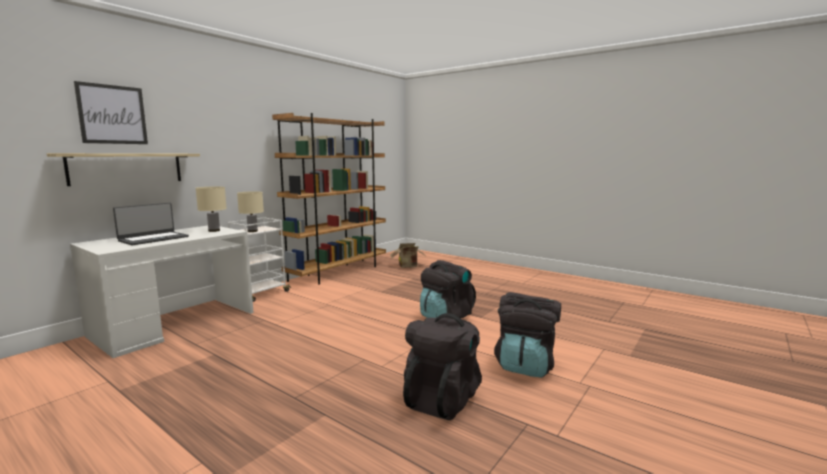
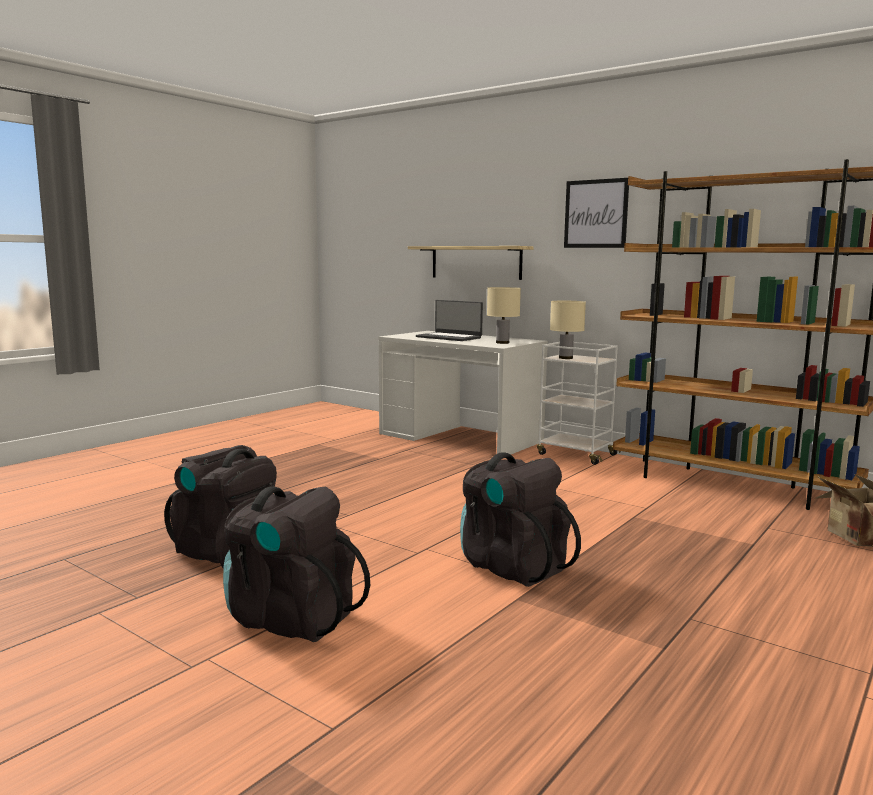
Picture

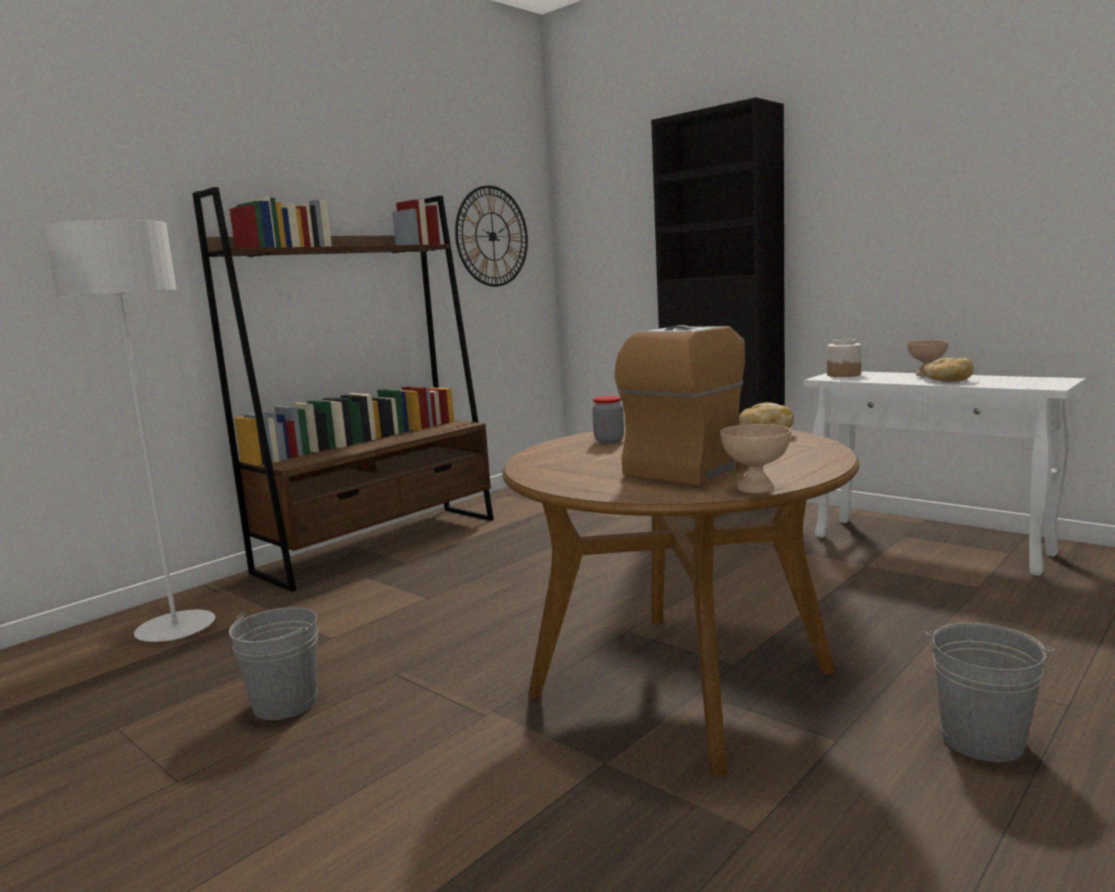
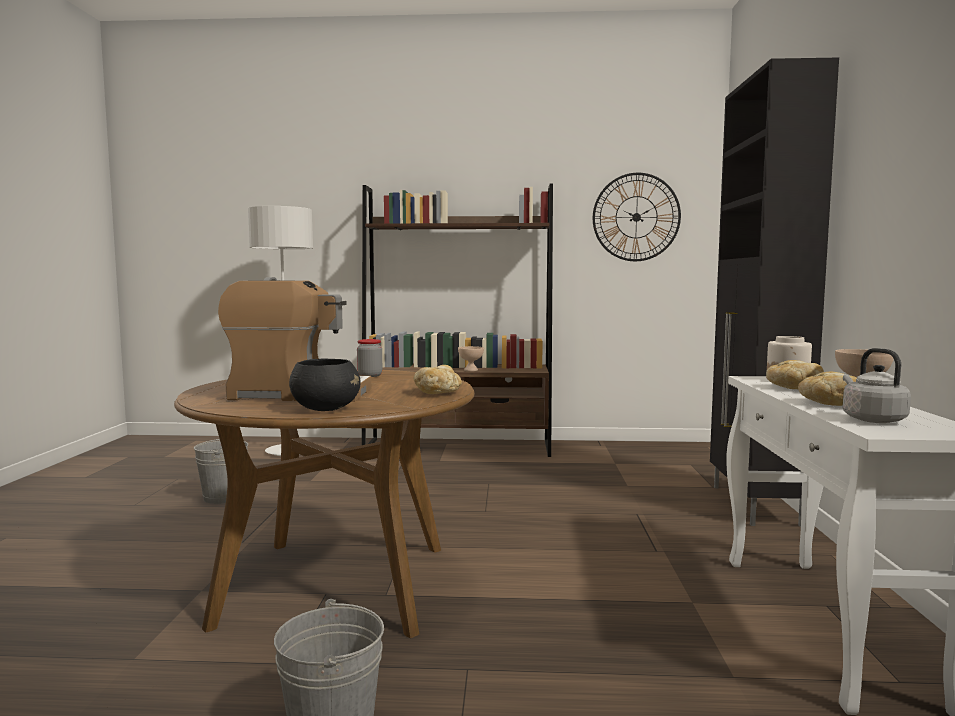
BeigeBowl (no. 1 from left)
GreyKettle
BlackBowl
Bread (no. 2 from left)

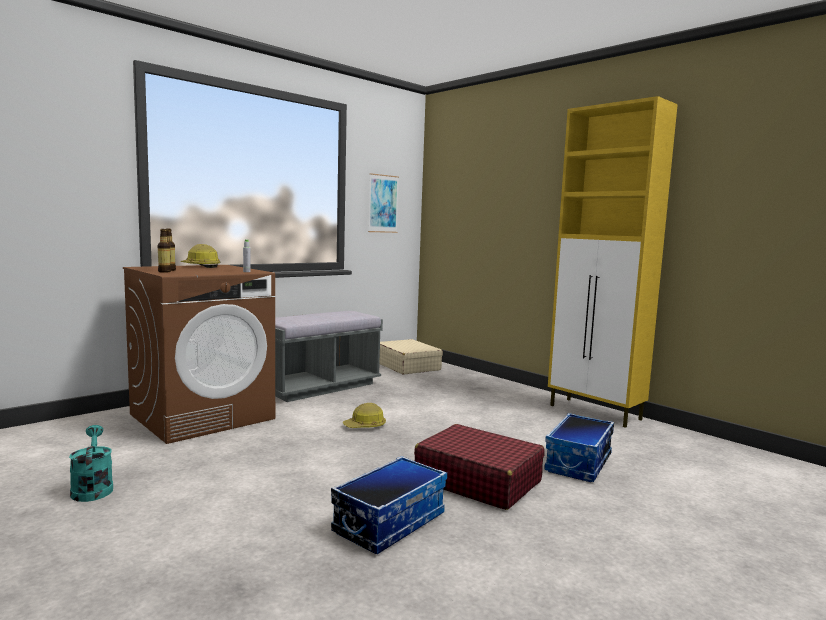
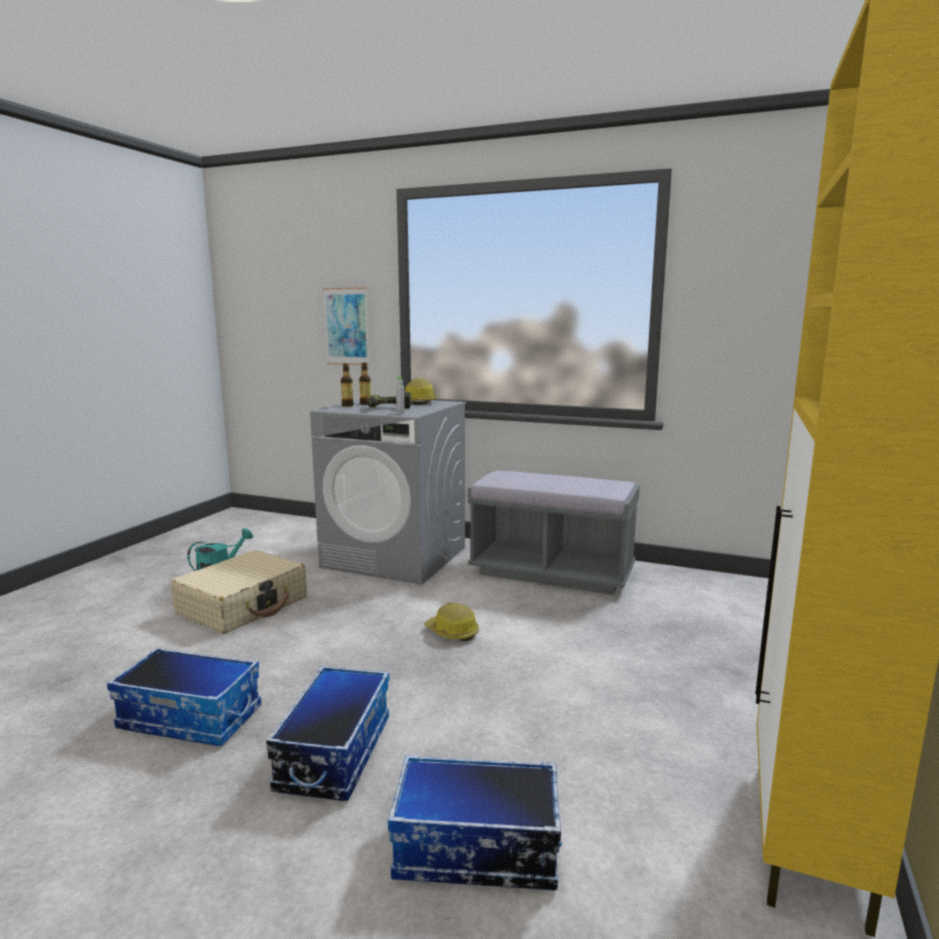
Picture
GreyWashingMachine
BeigeSuitcase
StorageBox (no. 2 from left)
PowerDrill

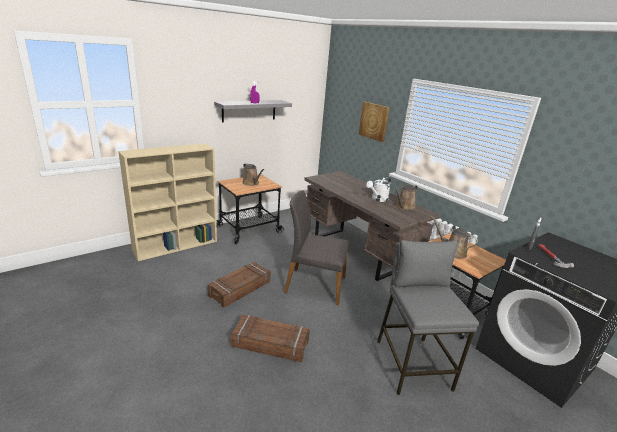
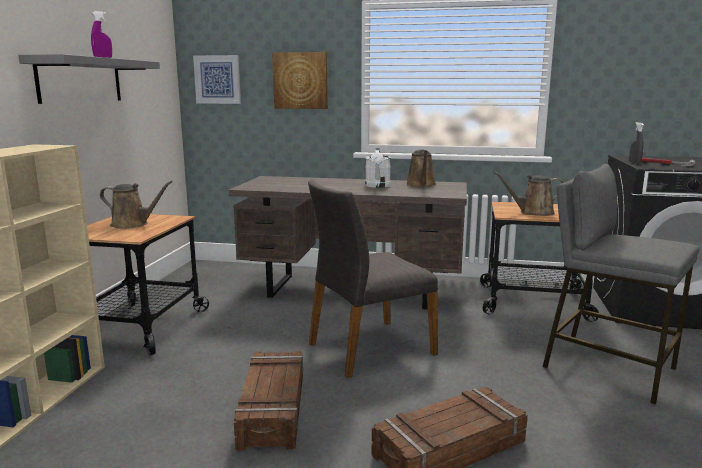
Picture (no. 1 from left)

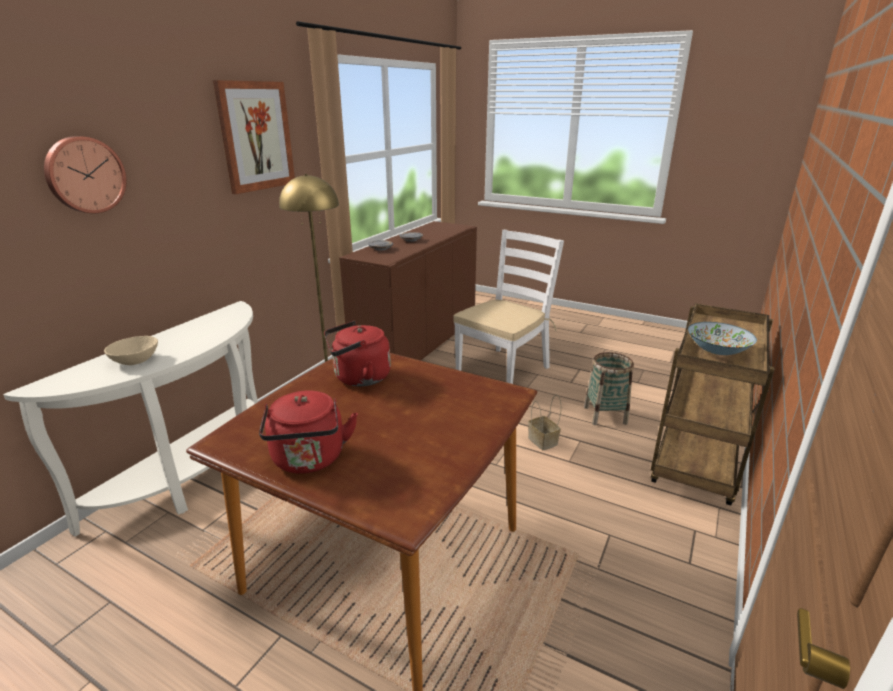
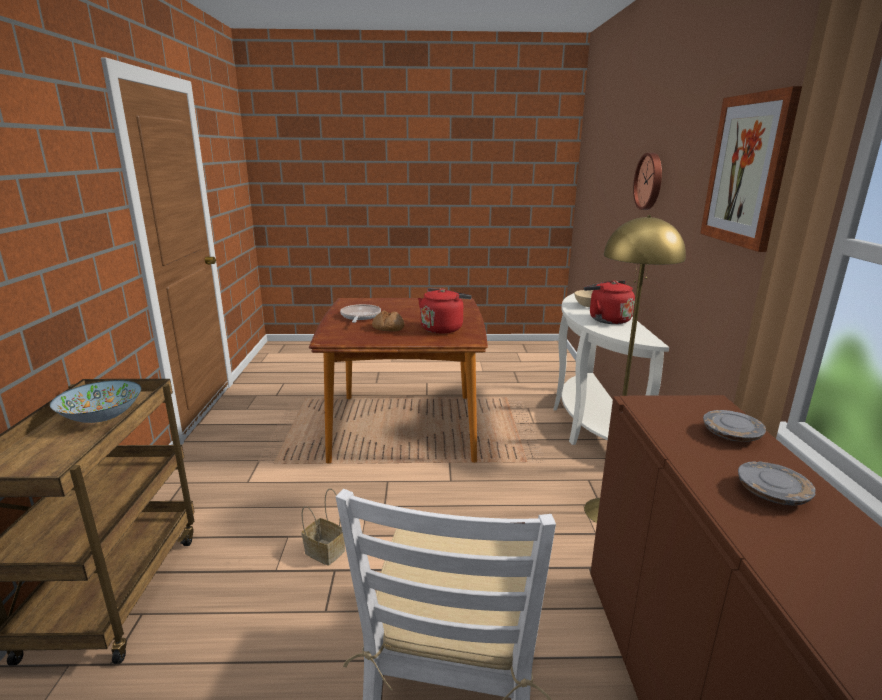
Basket (no. 2 from left in the first image)
RedKettle (no. 2 from left)
FryingPan
Bread

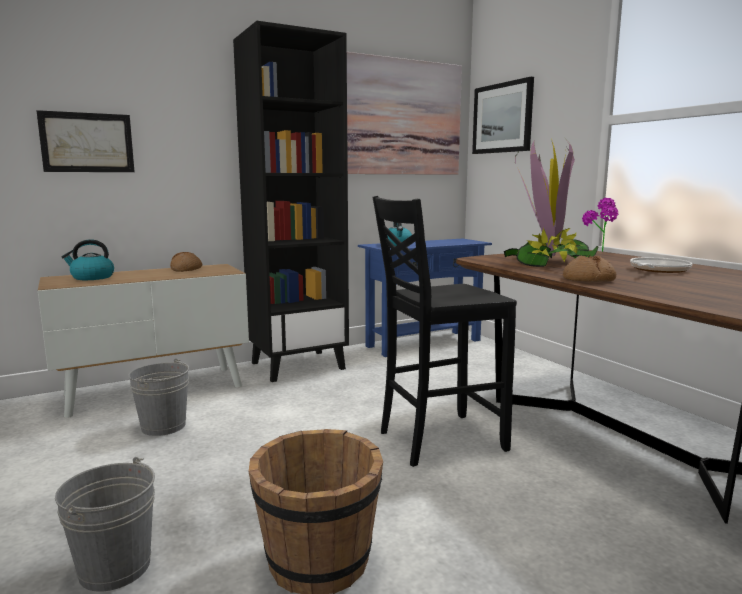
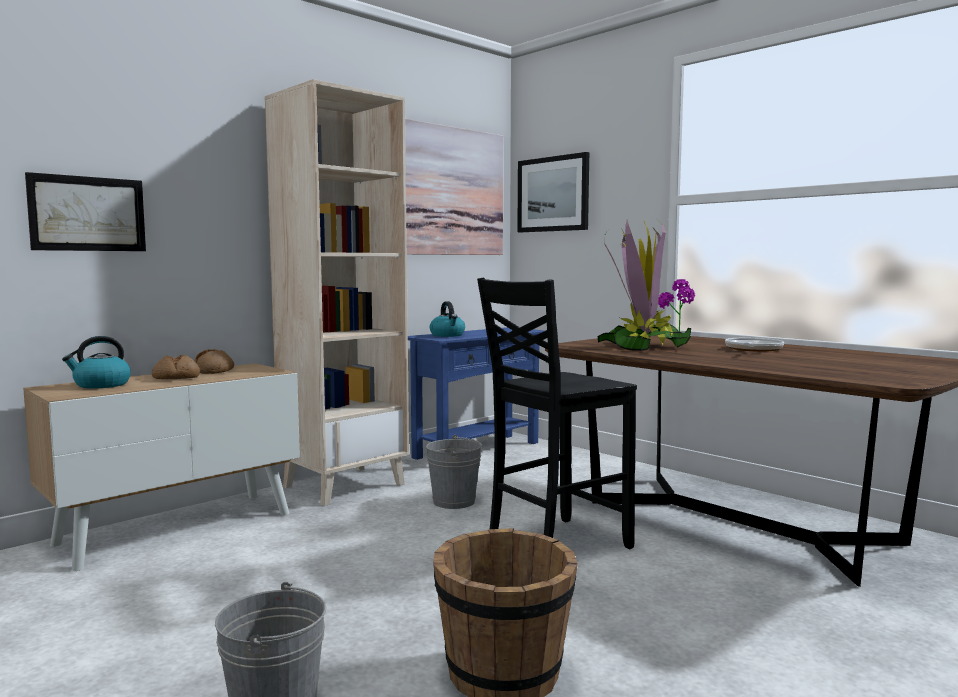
BeigeBookcase
Bread (no. 1 from left)
GreyBucket (no. 2 from left)

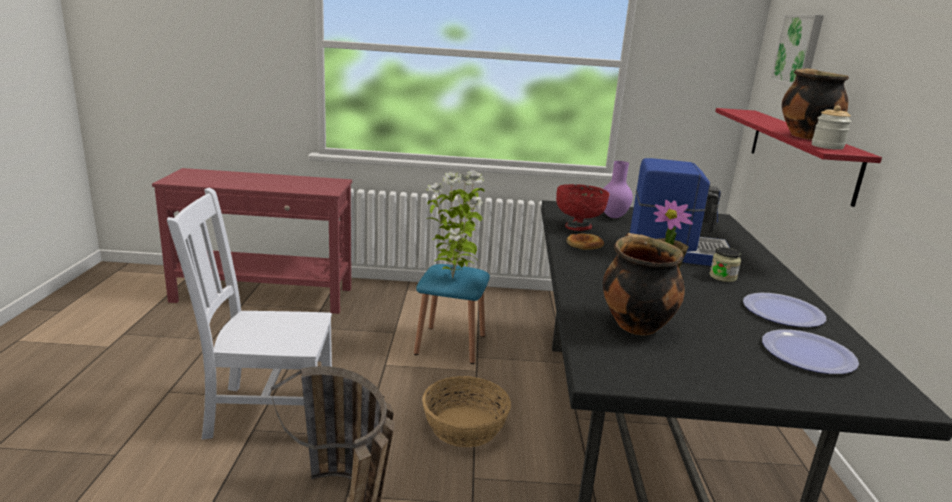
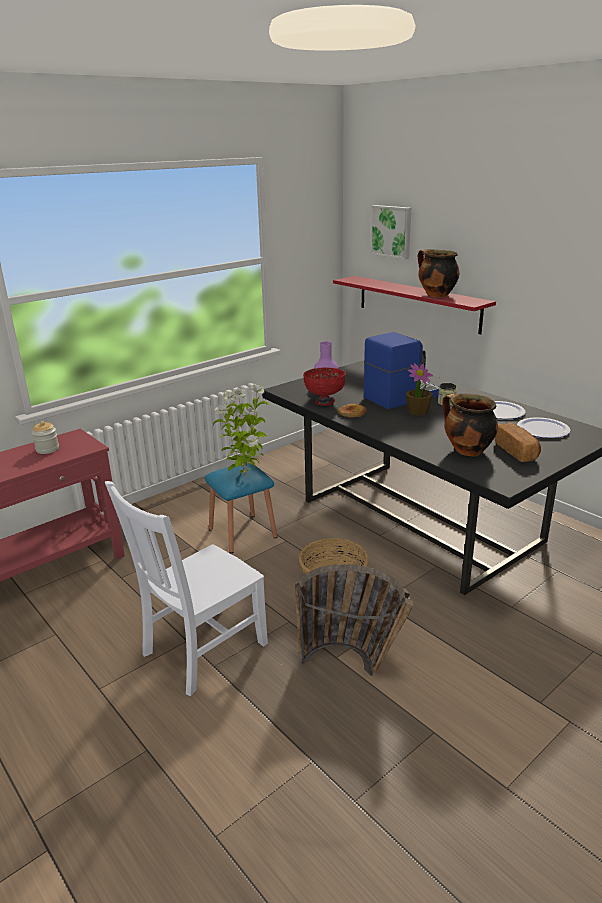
Jar (no. 1 from left)
Bread (no. 2 from left)

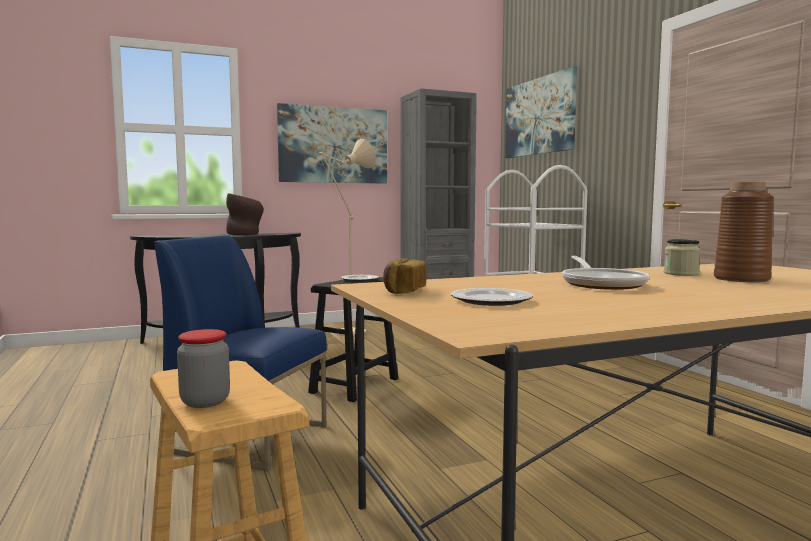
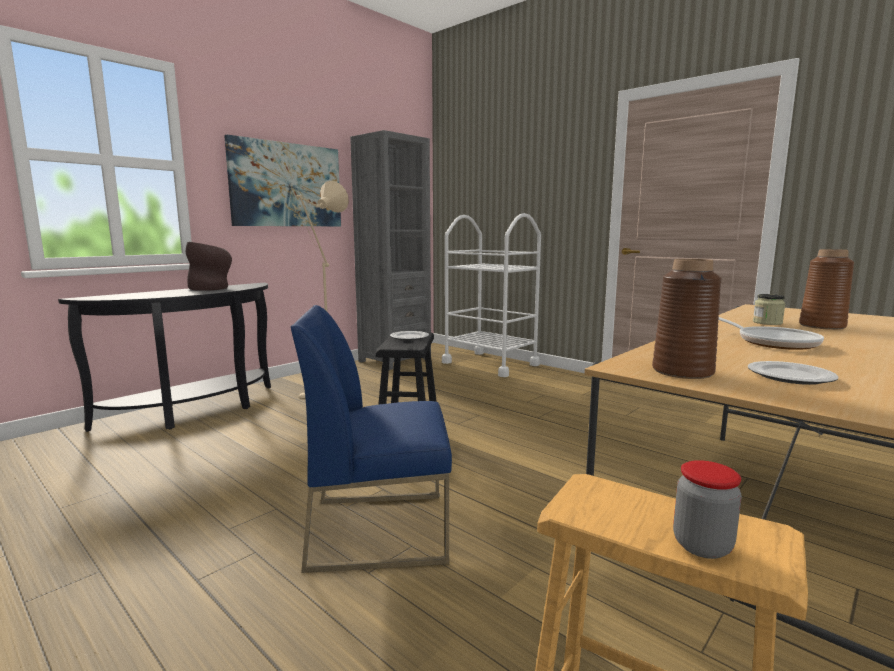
Picture (no. 2 from left in the first image)
BrownVase (no. 2 from left)

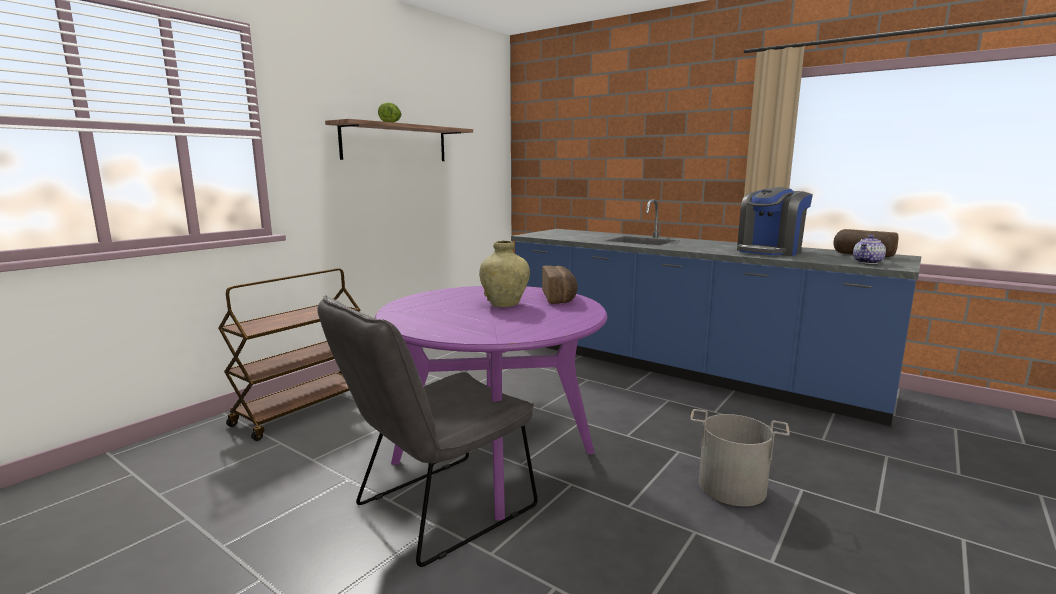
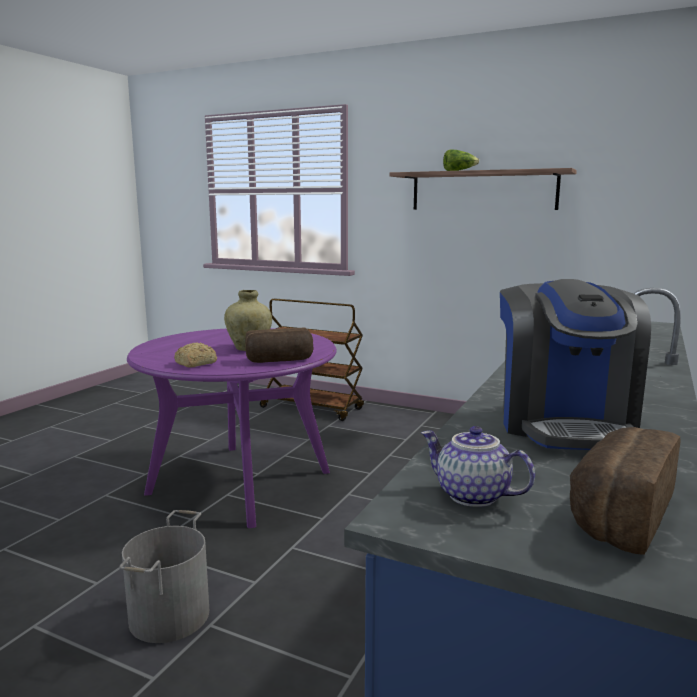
CoffeeMachine
GreyChair
Bread (no. 1 from left)

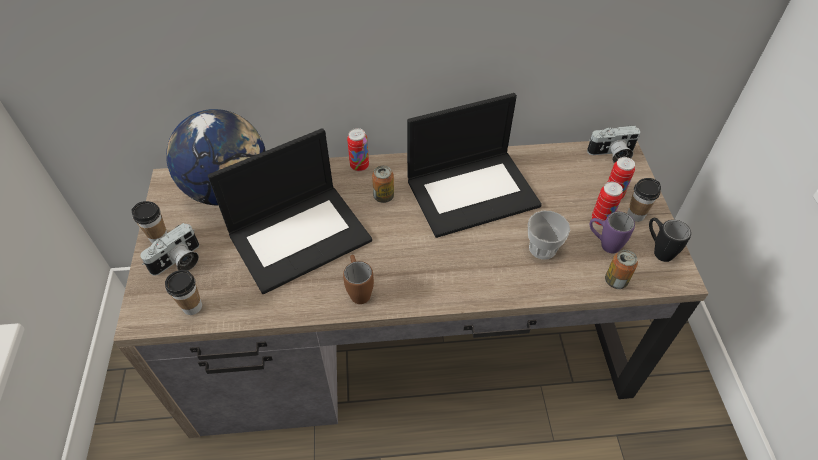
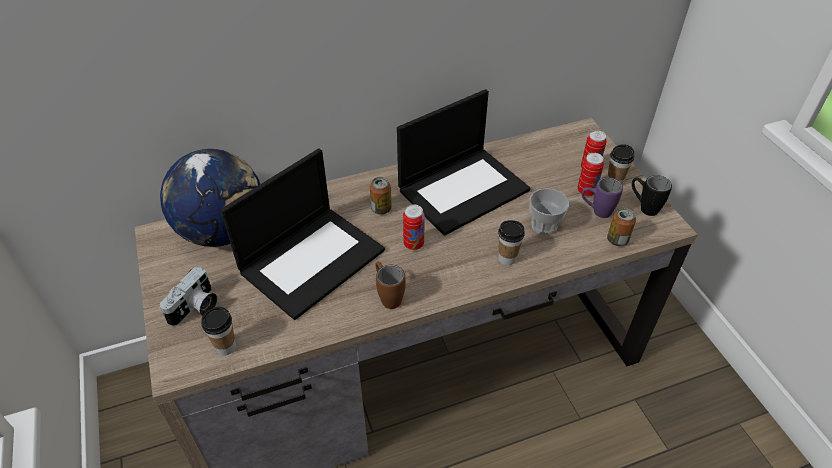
PhotoCamera (no. 2 from left in the first image)
Can (no. 2 from left)
Cup (no. 2 from left)

